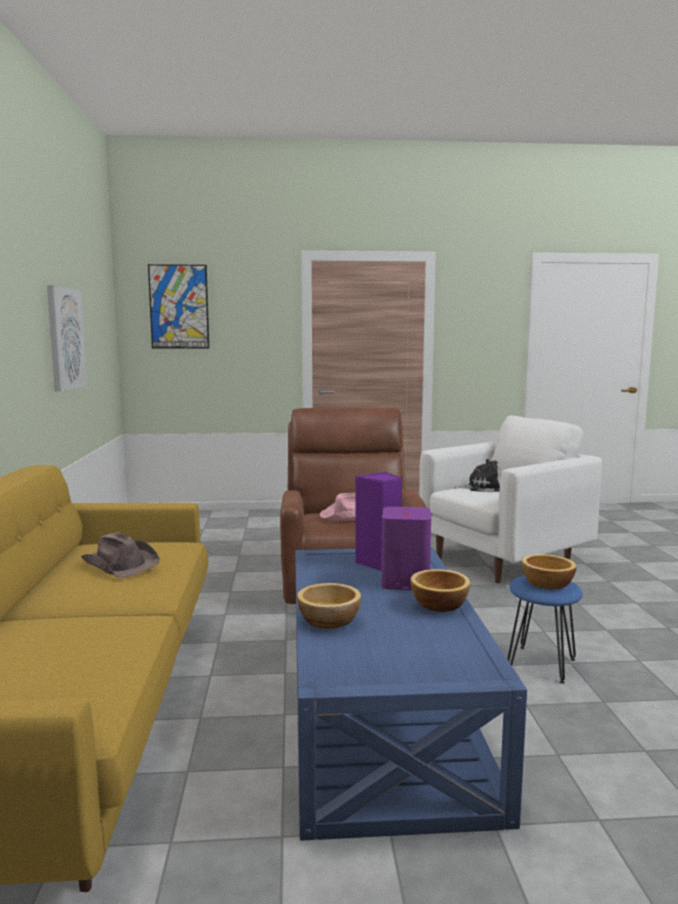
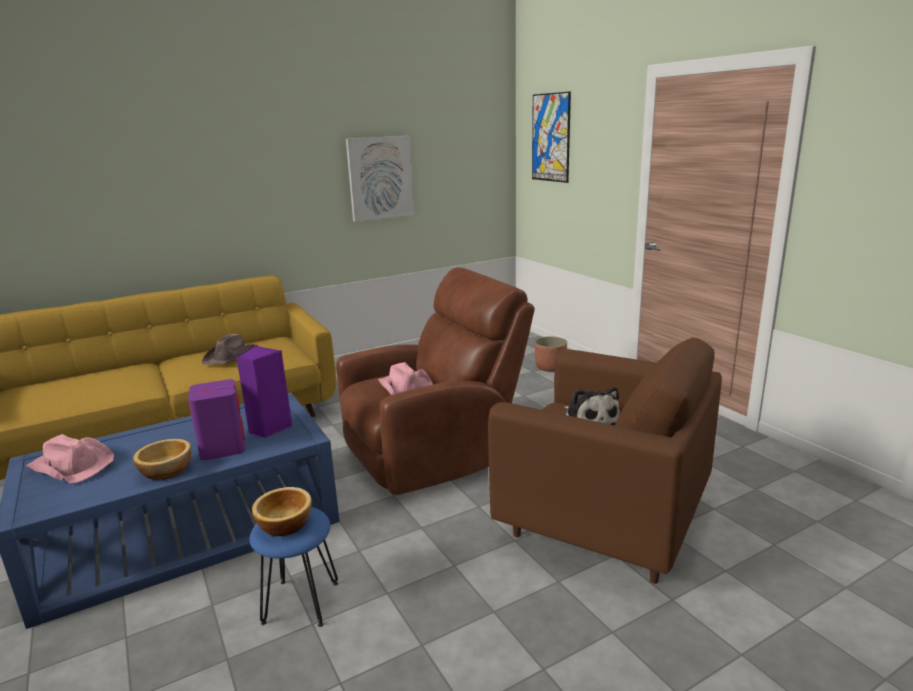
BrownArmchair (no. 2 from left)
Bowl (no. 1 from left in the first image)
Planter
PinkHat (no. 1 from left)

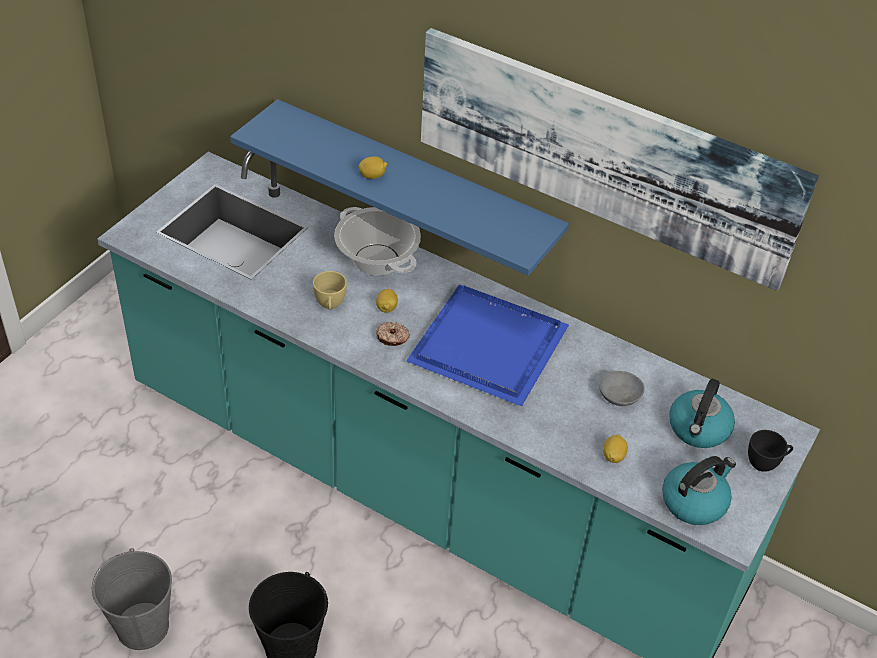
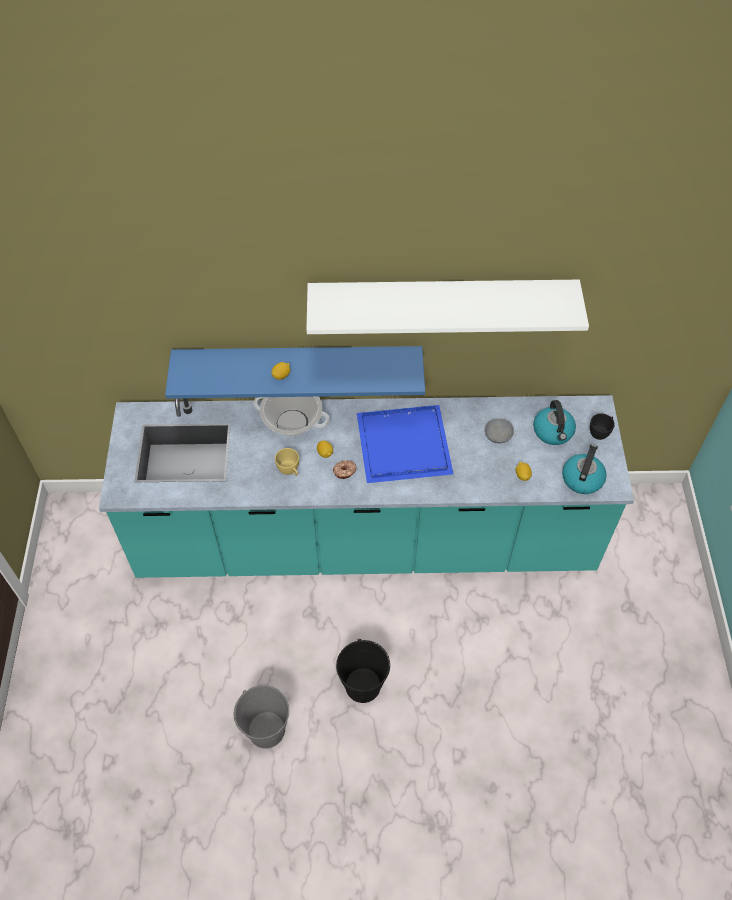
WhiteShelf

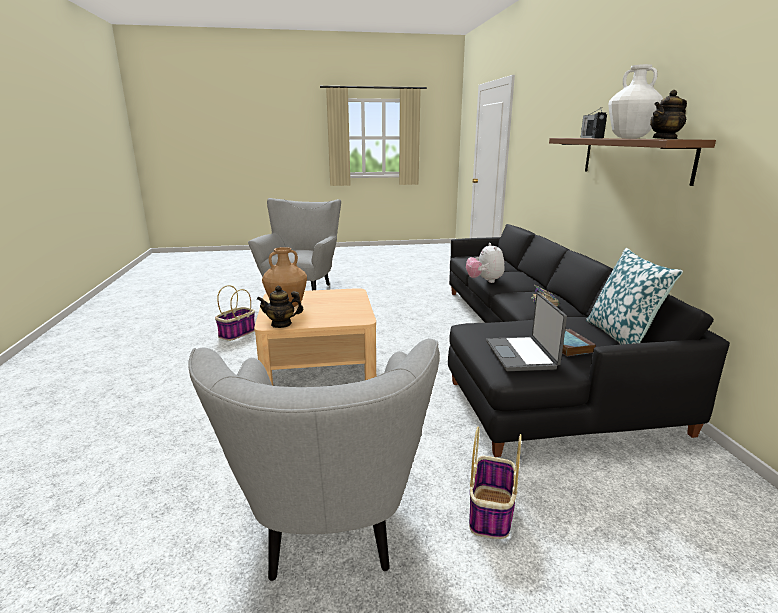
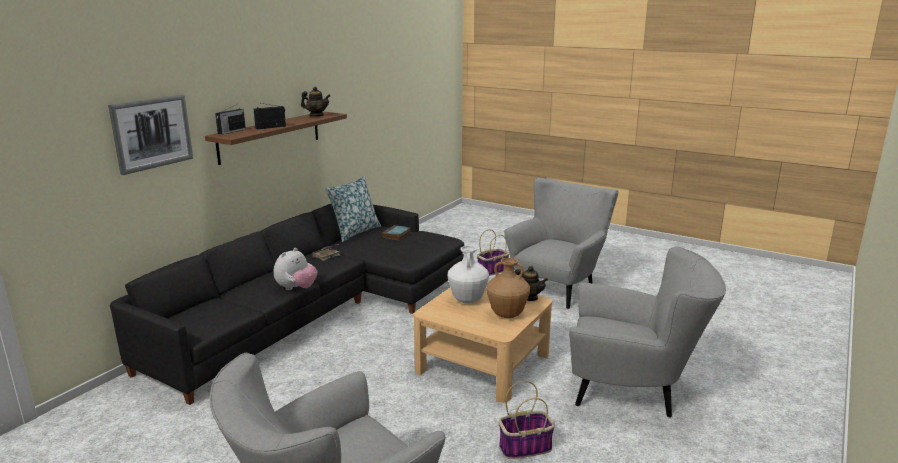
WhiteVase
Laptop
Picture
GreyArmchair (no. 3 from left)

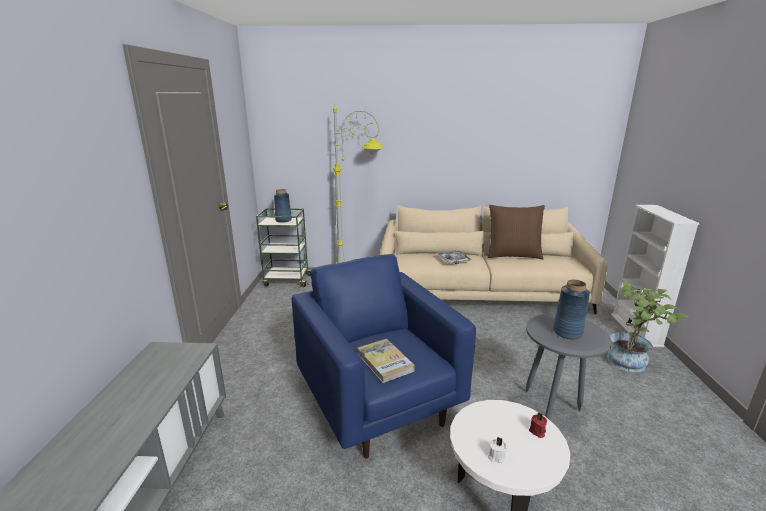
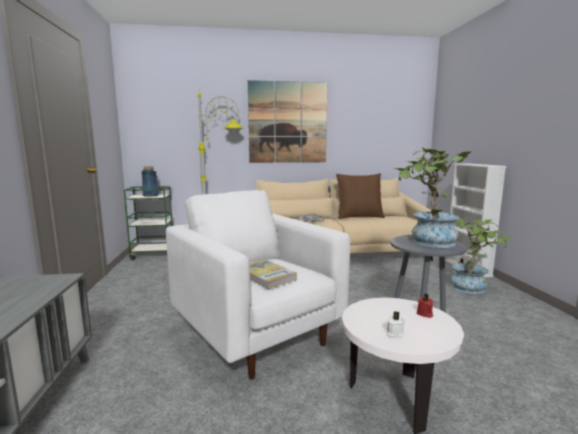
WhiteArmchair
PottedPlant (no. 1 from left)
Picture

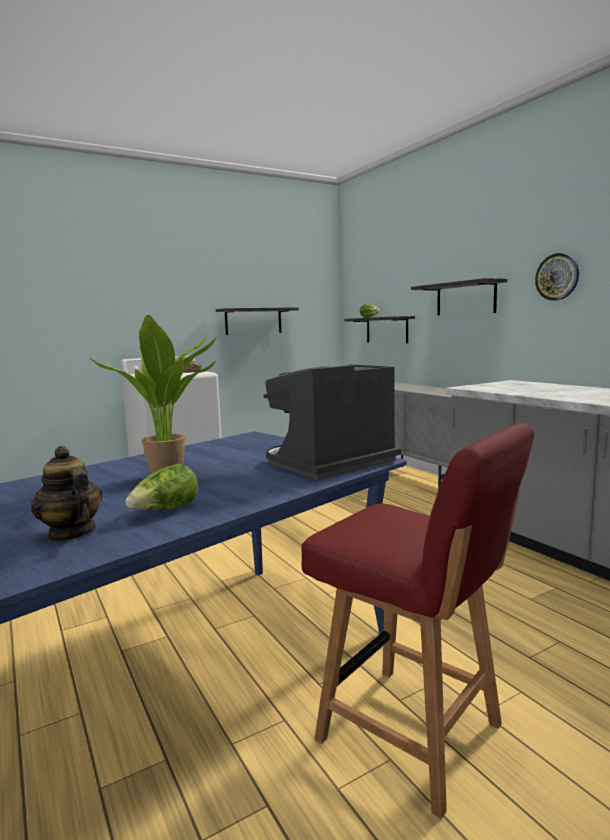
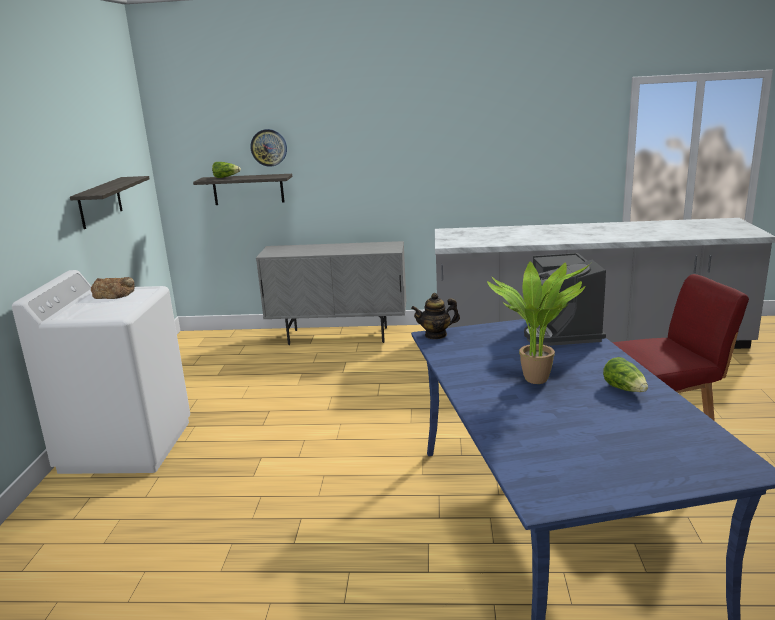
WallClock
Shelf (no. 3 from left in the first image)
Teapot

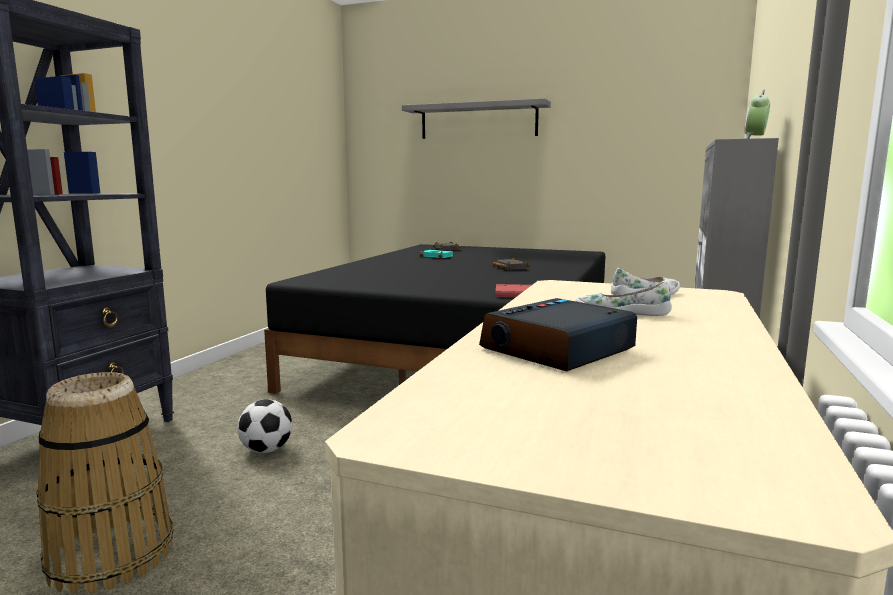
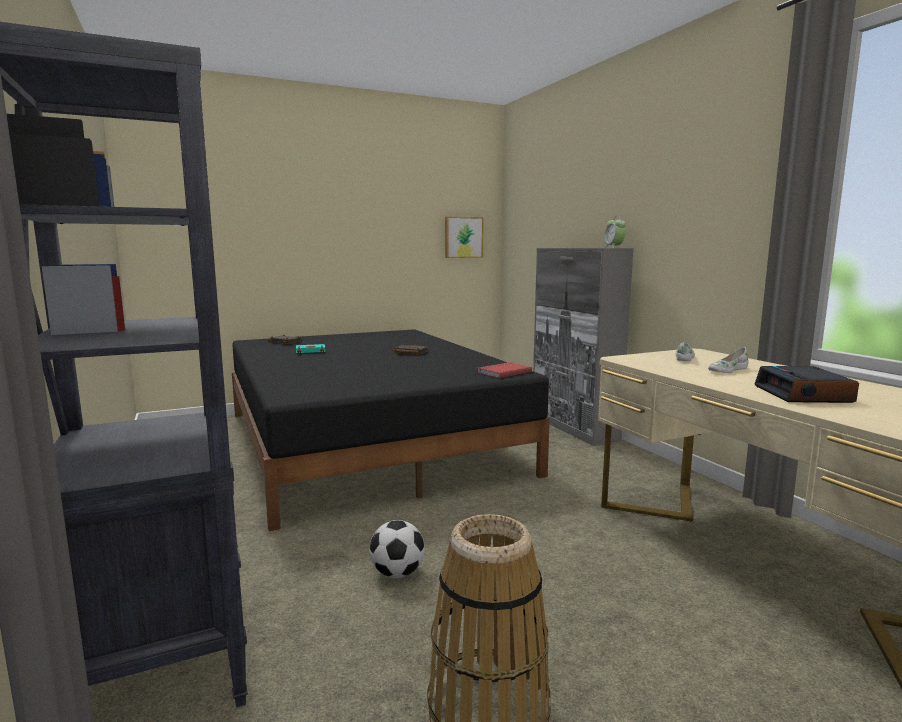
GreyShelf
Picture

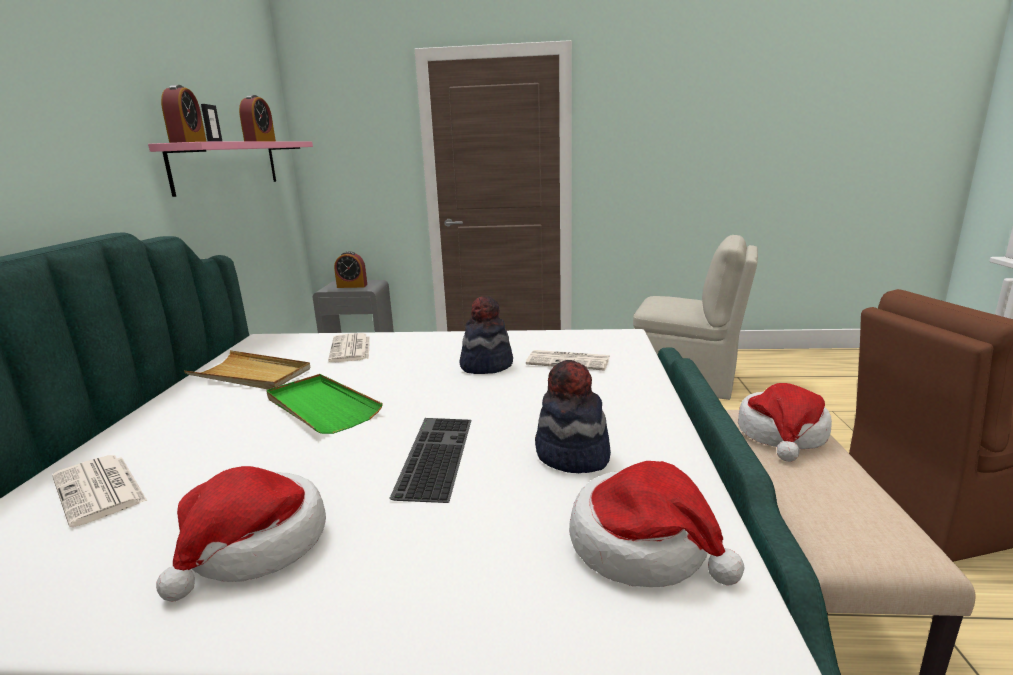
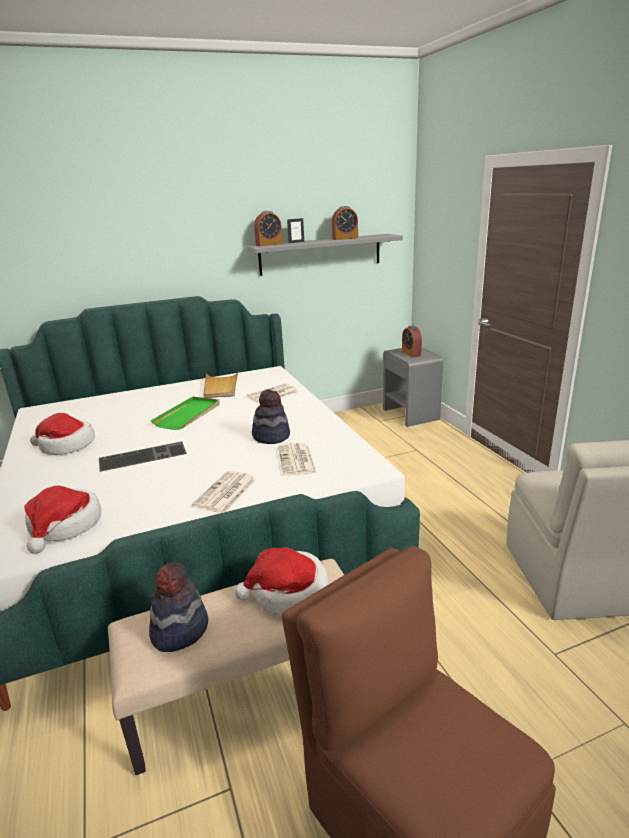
GreyShelf
Hat (no. 3 from left)
Newspaper (no. 1 from left)

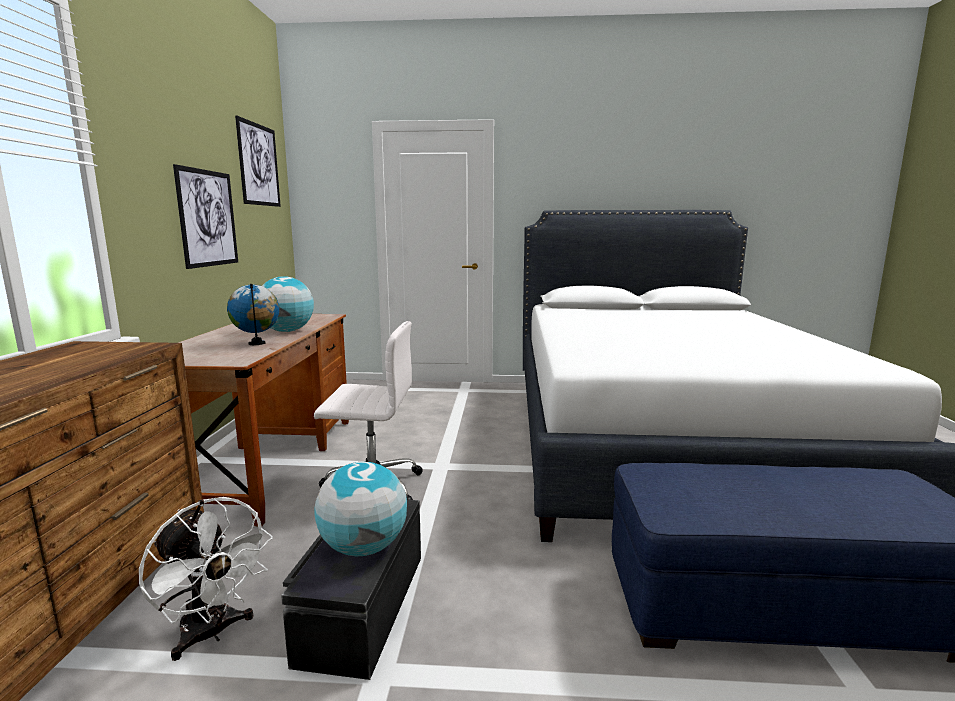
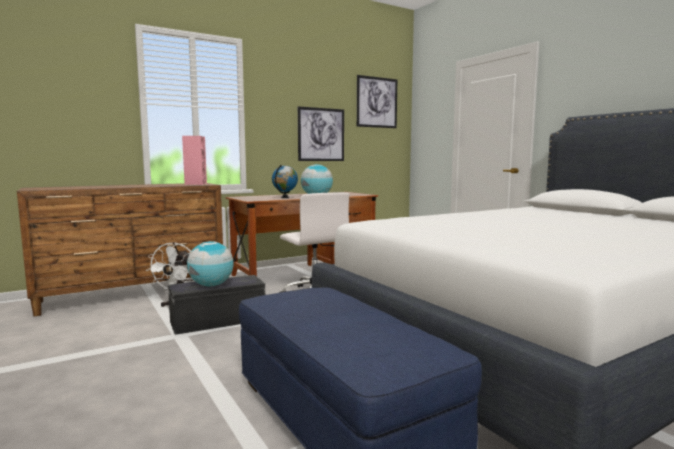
PinkSpeaker

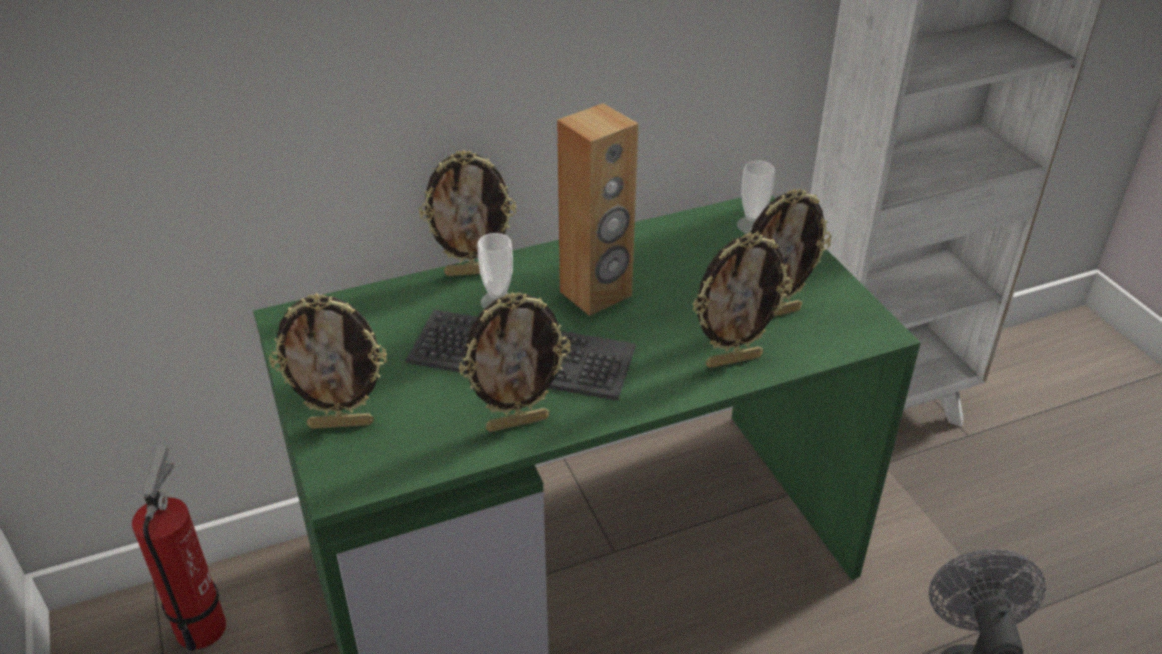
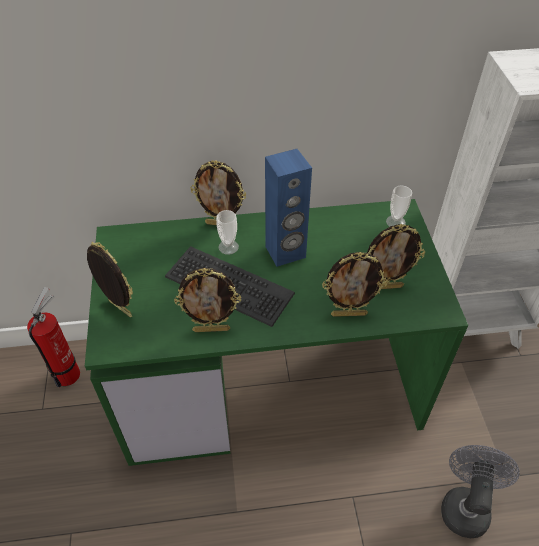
BlueSpeaker
PictureFrame (no. 1 from left)

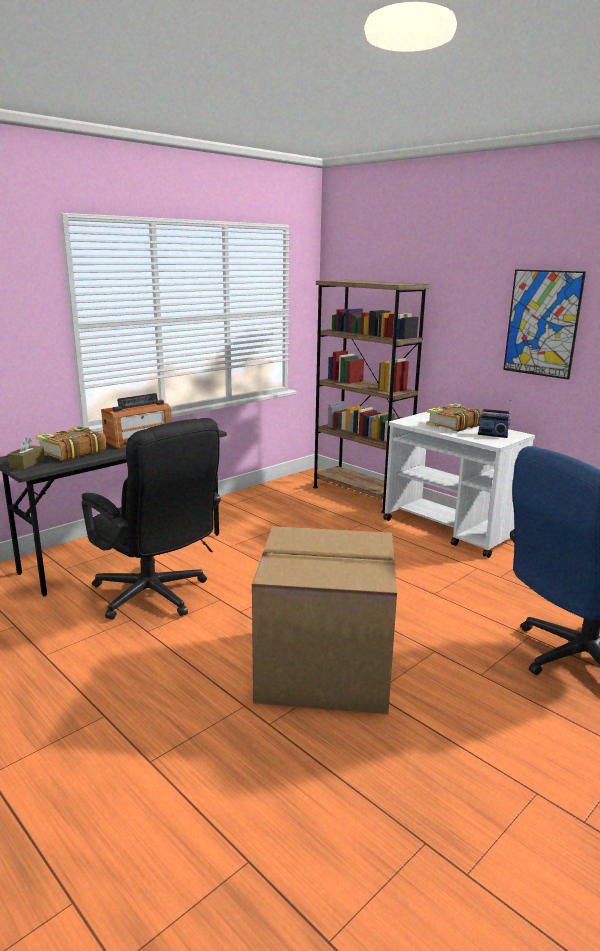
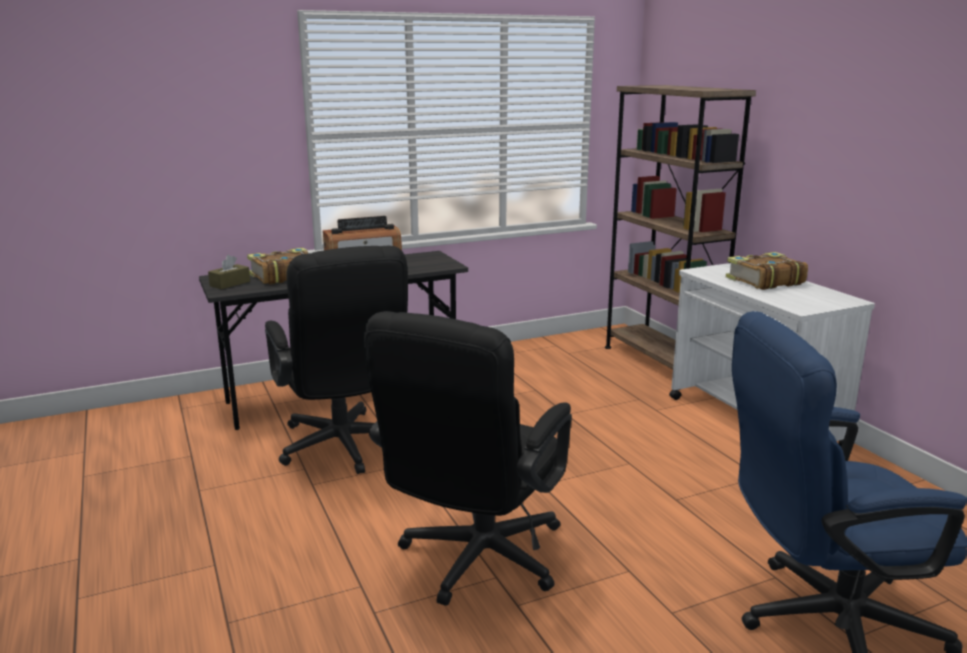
Picture
Radio (no. 2 from left in the first image)
BlackOfficeChair (no. 2 from left)

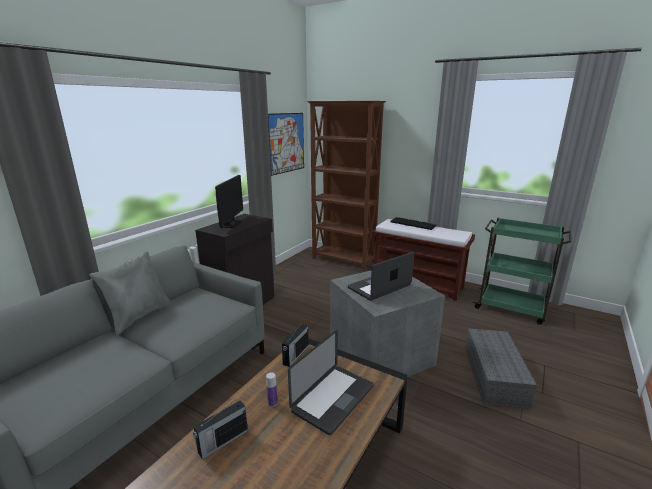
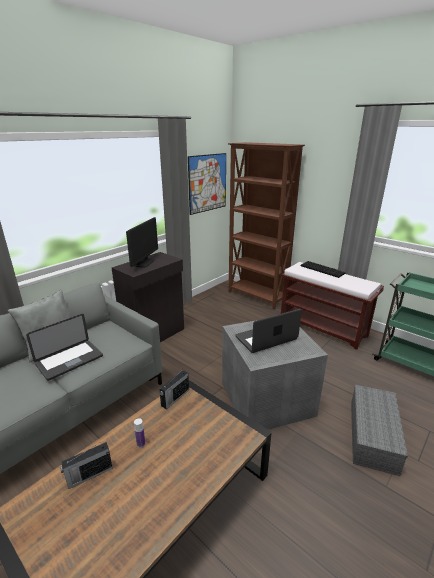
Laptop (no. 1 from left)

